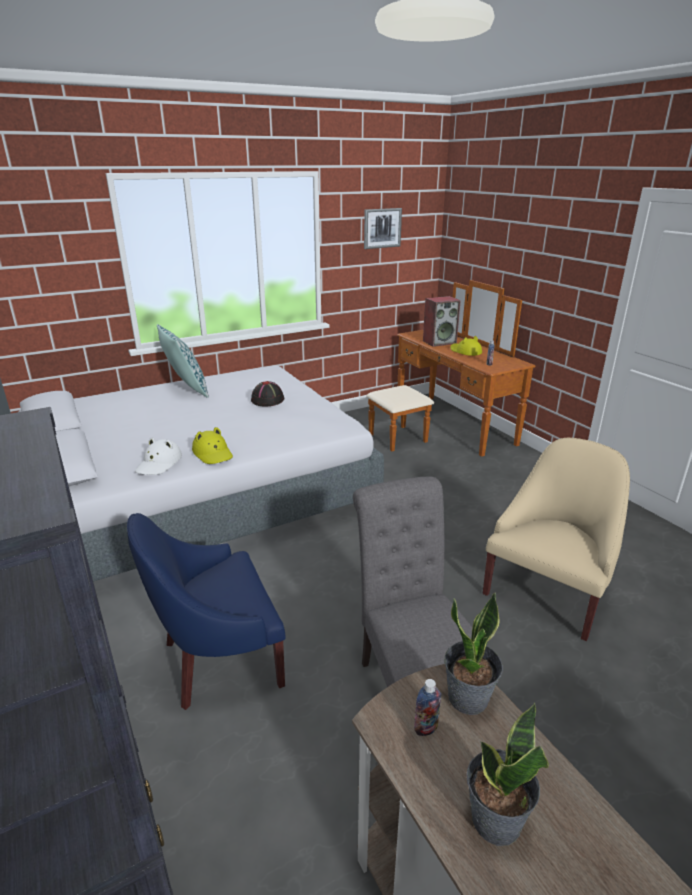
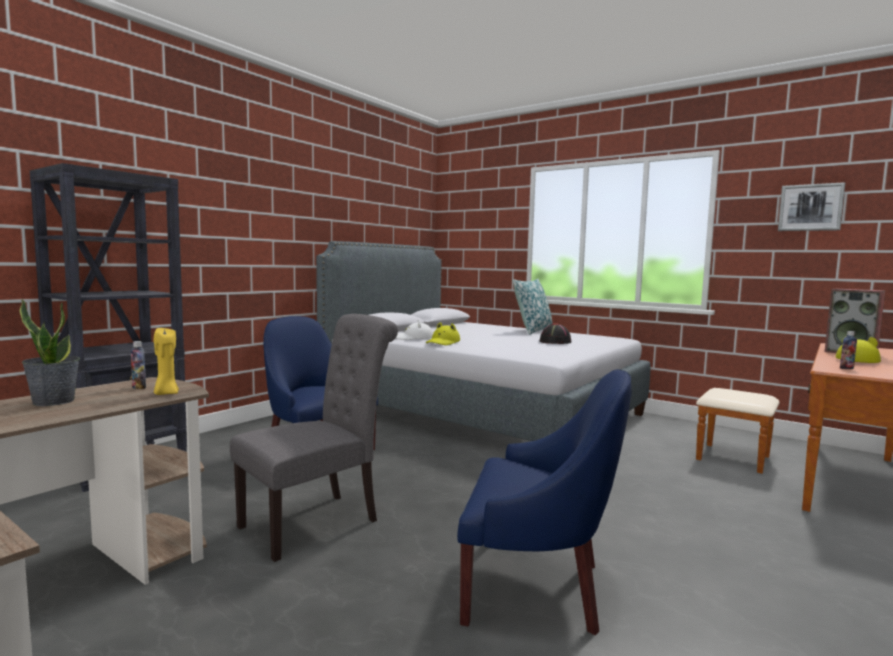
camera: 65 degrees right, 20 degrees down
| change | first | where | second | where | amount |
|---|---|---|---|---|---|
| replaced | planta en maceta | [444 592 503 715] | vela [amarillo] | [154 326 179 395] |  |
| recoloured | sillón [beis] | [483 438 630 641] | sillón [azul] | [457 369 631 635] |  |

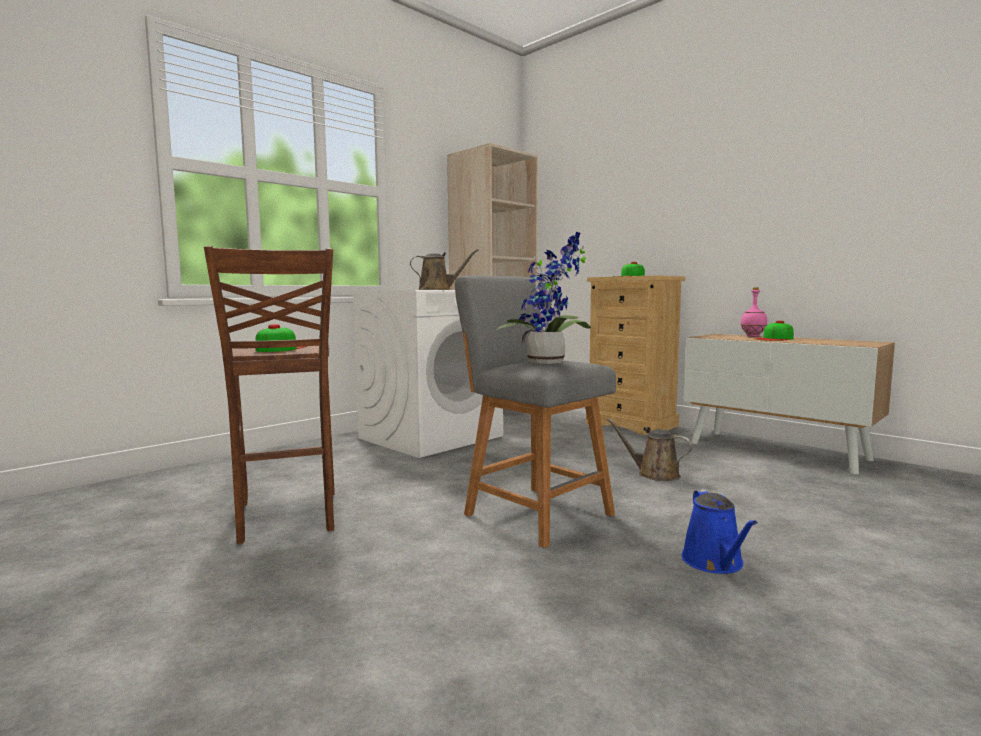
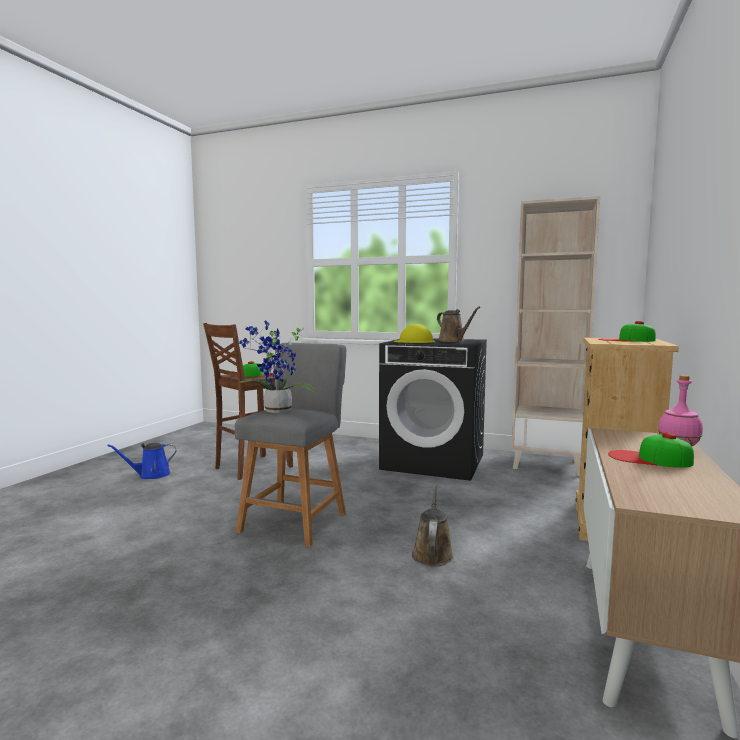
camera: 65 degrees right, 0 degrees up
| change | first | where | second | where | amount |
|---|---|---|---|---|---|
| recoloured | lavadora [blanco] | [351 290 503 458] | lavadora [negro] | [379 338 487 481] |  |
| moved | regadera [azul] | [682 489 758 574] |  | [107 443 176 479] |  |
| added |  |  | casco [amarillo] | [394 324 435 343] |  |

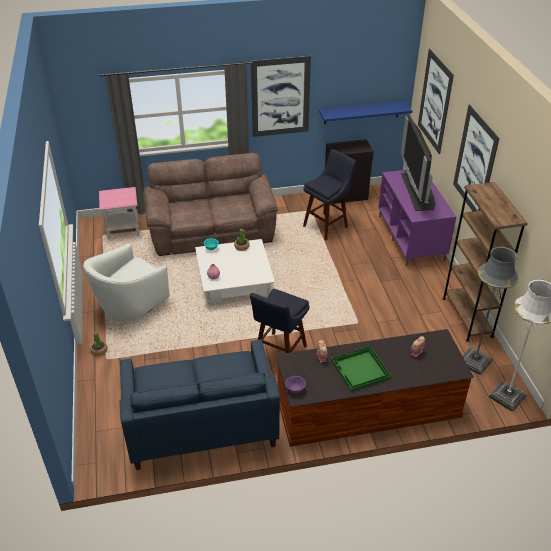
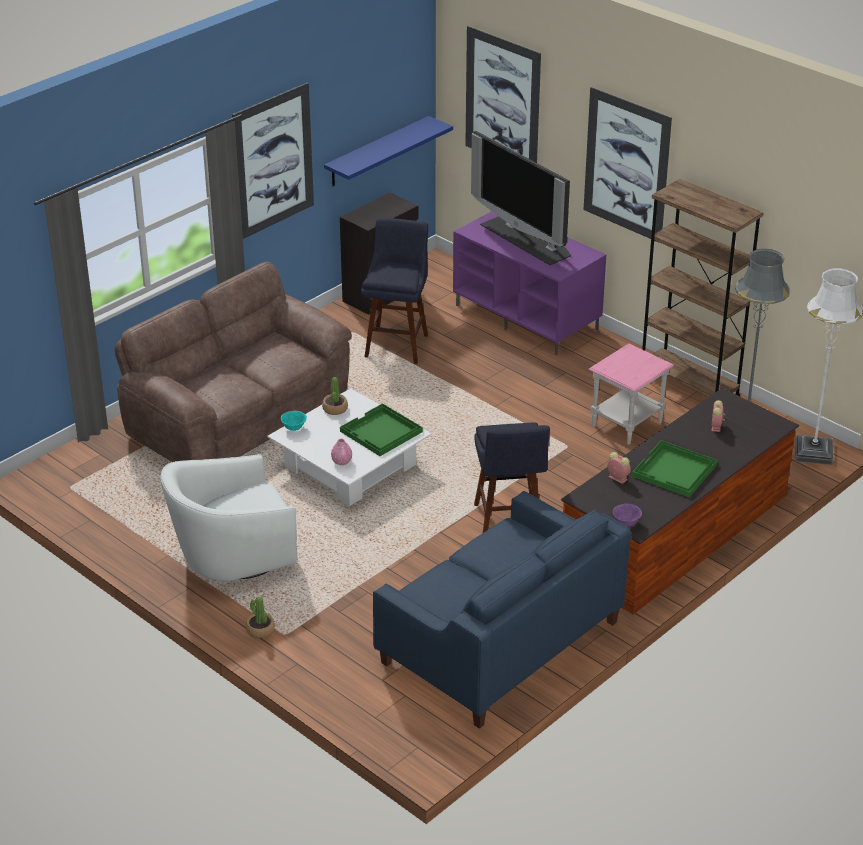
camera: 35 degrees left, 5 degrees down
| change | first | where | second | where | amount |
|---|---|---|---|---|---|
| turned | sillón [blanco] | [83 243 169 320] |  | [160 454 297 581] | 60 degrees clockwise |
| moved | mesa auxiliar [rosa] | [99 187 139 239] |  | [588 343 674 445] |  |
| added |  |  | bandeja [verde] | [340 403 423 456] |  |

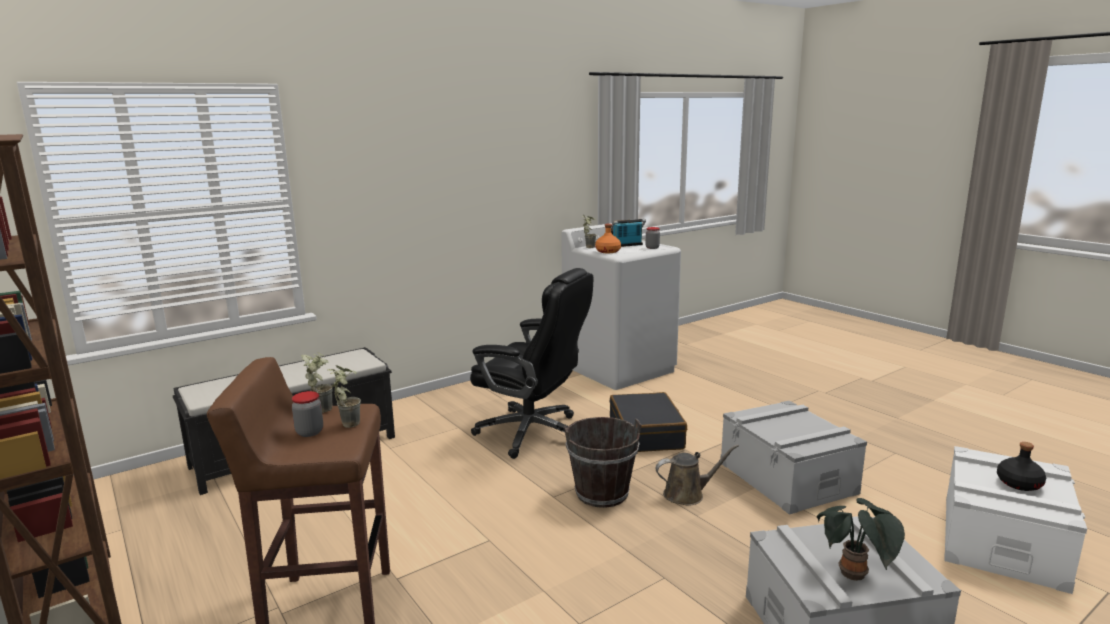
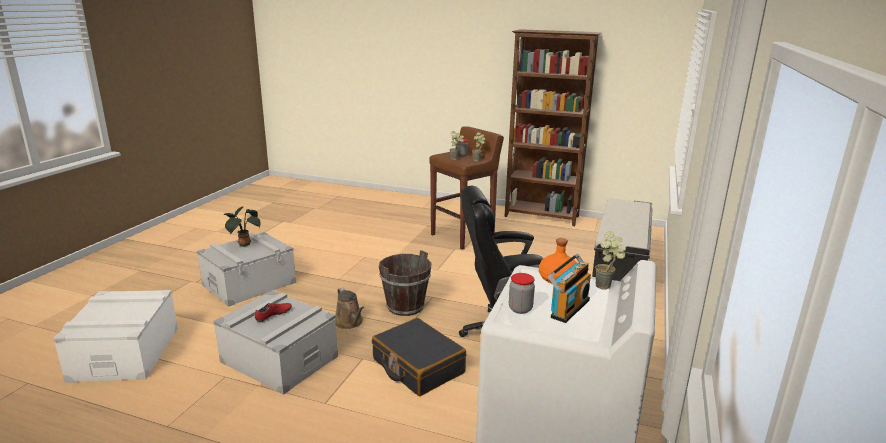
camera: 145 degrees right, 5 degrees up
| change | first | where | second | where | amount |
|---|---|---|---|---|---|
| turned | regadera [marrón] | [656 444 739 506] |  | [335 288 364 329] | 75 degrees counterclockwise |
| removed | botella [negro] | [997 442 1046 491] |  |  |  |
| added |  |  | zapato [rojo] | [255 303 292 322] |  |

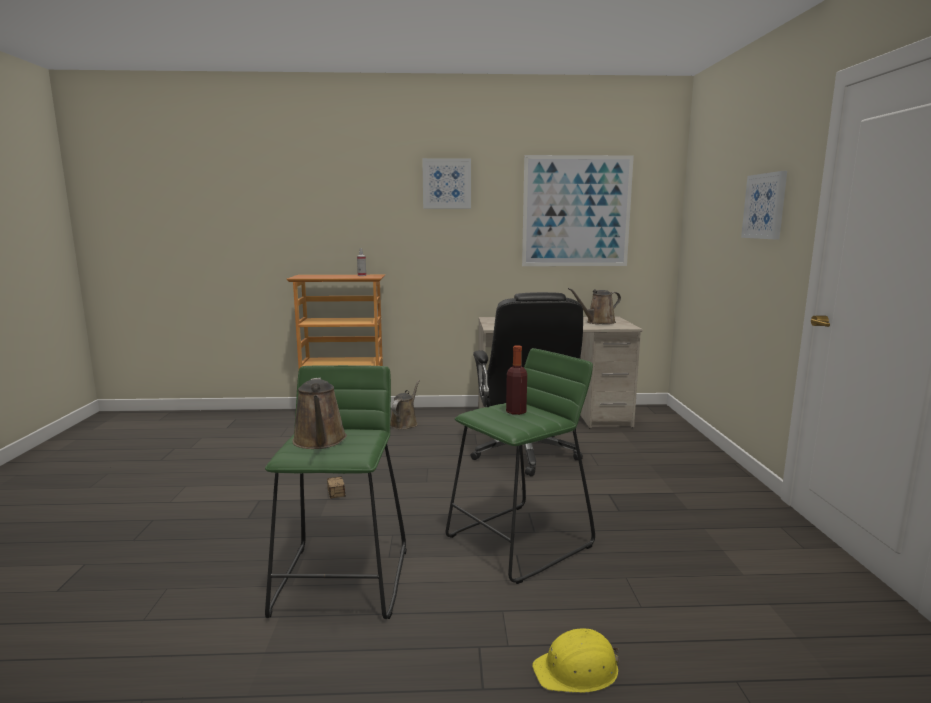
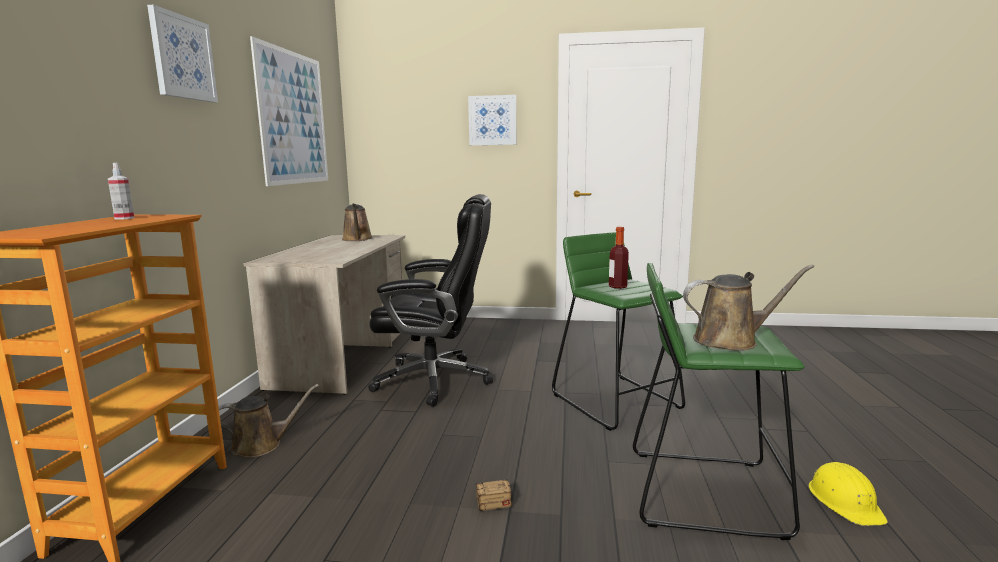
camera: 80 degrees left, 0 degrees up
| change | first | where | second | where | amount |
|---|---|---|---|---|---|
| turned | regadera [marrón] | [390 380 420 429] |  | [219 384 319 458] | 135 degrees clockwise |
| moved | casco [amarillo] | [532 629 620 693] |  | [809 462 888 526] |  |

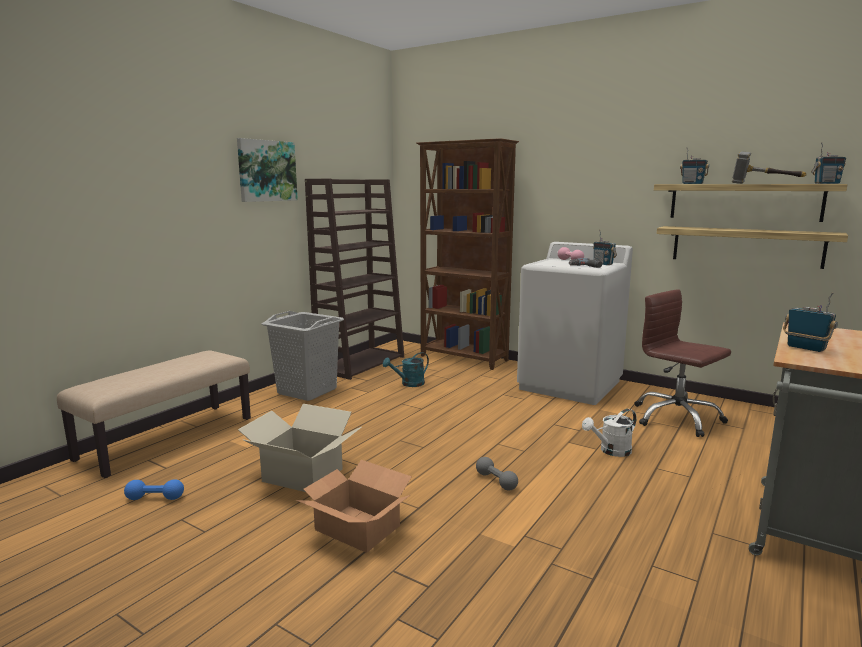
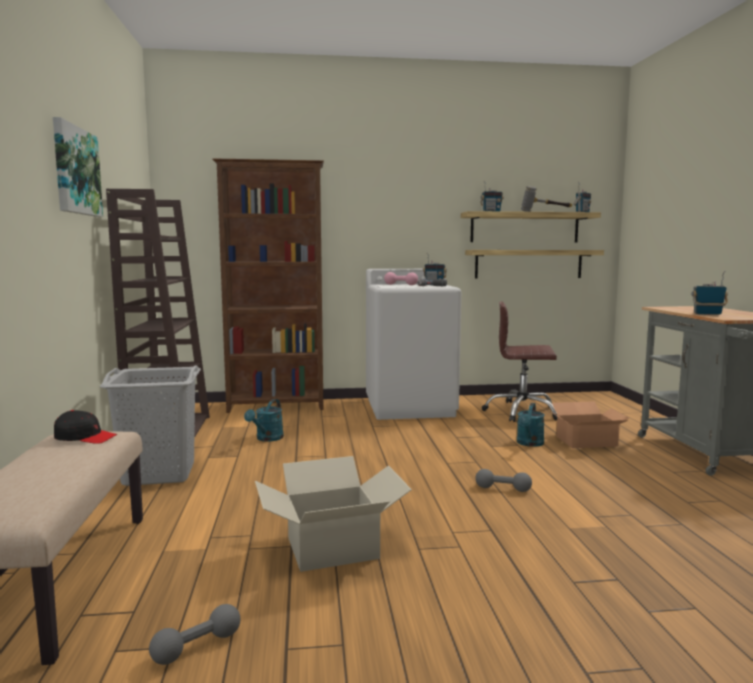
camera: 40 degrees left, 5 degrees down
| change | first | where | second | where | amount |
|---|---|---|---|---|---|
| recoloured | mancuerna [azul] | [124 479 184 500] | mancuerna [gris] | [149 604 240 665] |  |
| moved | caja de cartón | [296 460 412 553] |  | [550 401 629 448] |  |
| recoloured | regadera [blanco] | [582 409 636 457] | regadera [turquesa] | [517 403 545 447] |  |
| added |  |  | gorra [negro] | [54 410 118 444] |  |

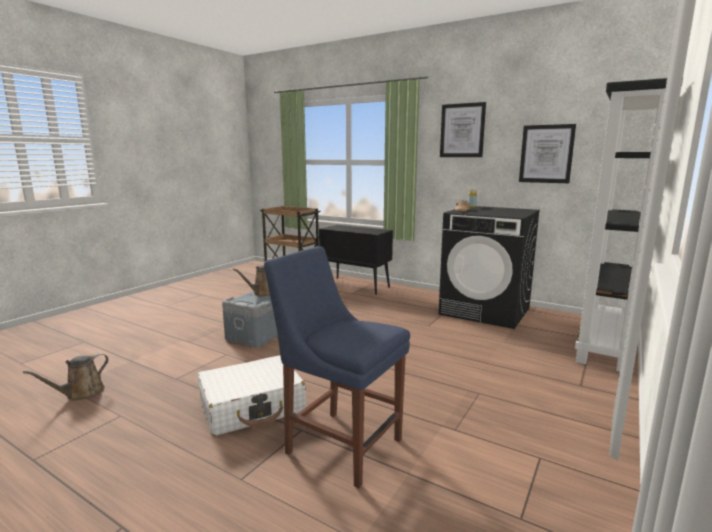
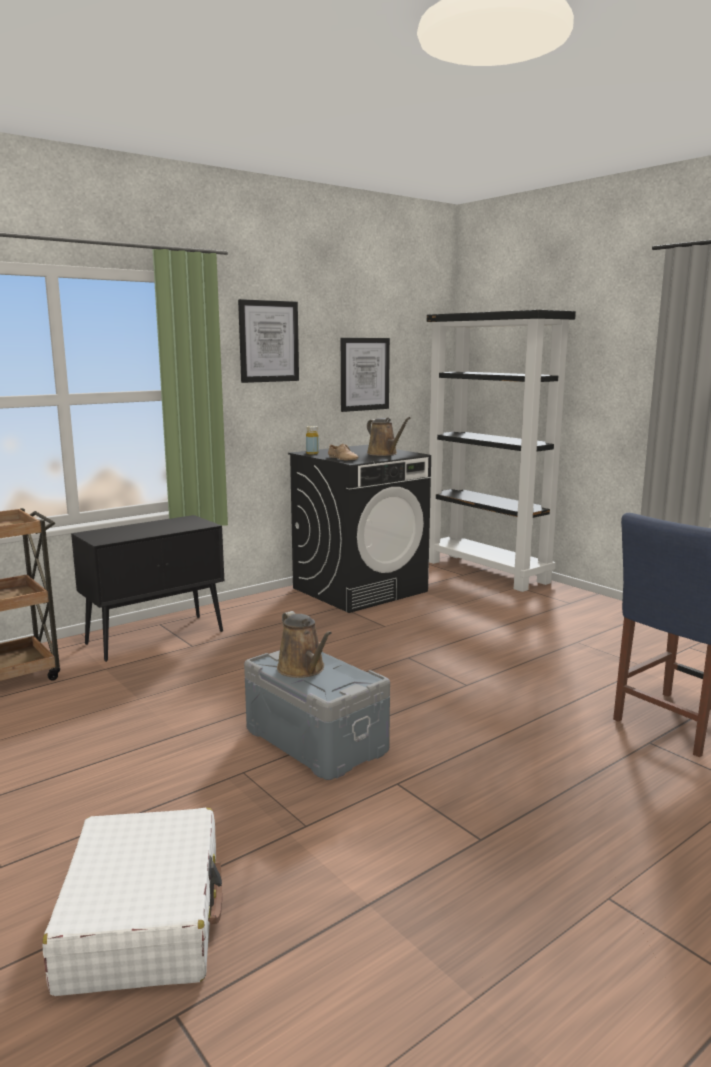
camera: 70 degrees left, 0 degrees up
| change | first | where | second | where | amount |
|---|---|---|---|---|---|
| moved | regadera [marrón] | [23 353 109 401] |  | [367 417 410 456] |  |
| moved | maleta [blanco] | [198 355 306 436] |  | [42 808 222 996] |  |

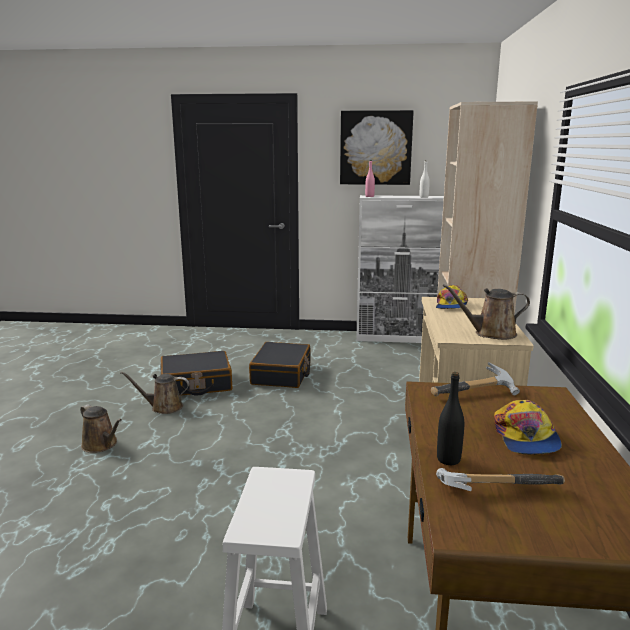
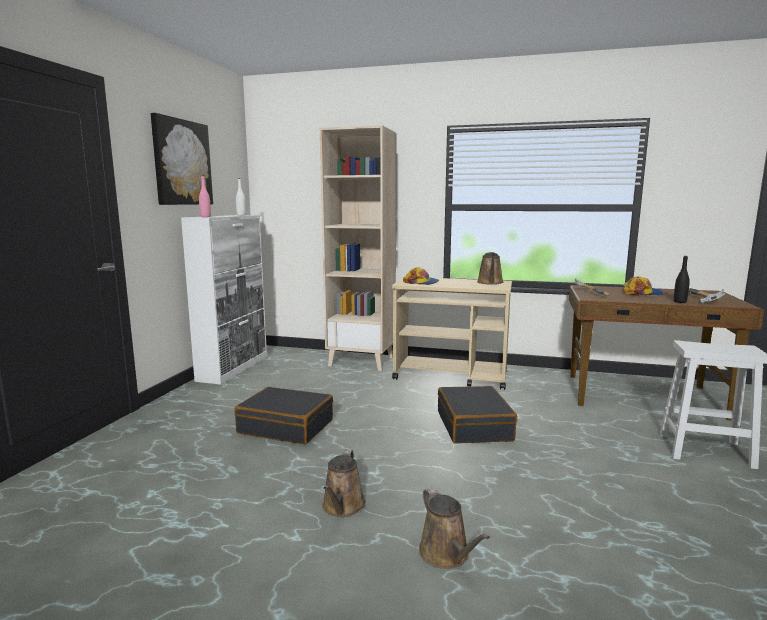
camera: 80 degrees left, 5 degrees down
| change | first | where | second | where | amount |
|---|---|---|---|---|---|
| turned | regadera [marrón] | [80 404 122 453] |  | [419 487 490 569] | 105 degrees clockwise |
| moved | maleta [negro] | [161 351 232 395] |  | [438 386 517 444] |  |

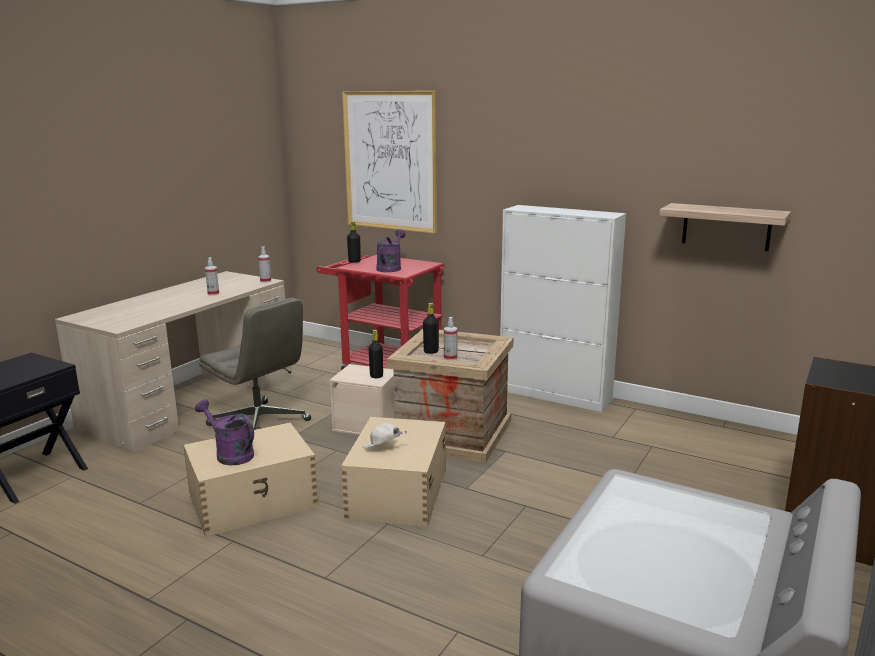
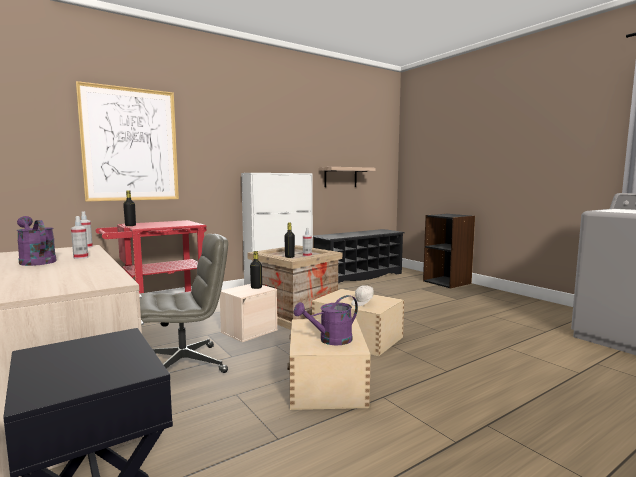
camera: 65 degrees left, 10 degrees down
| change | first | where | second | where | amount |
|---|---|---|---|---|---|
| moved | regadera [morado] | [376 229 406 272] |  | [16 216 57 266] |  |
| added |  |  | zapatero [negro] | [313 229 405 283] |  |

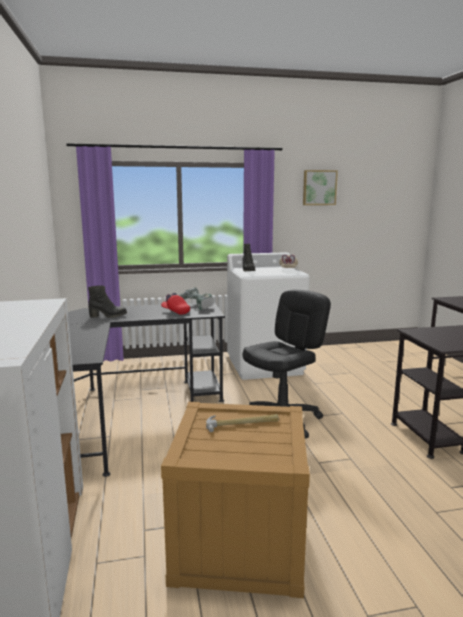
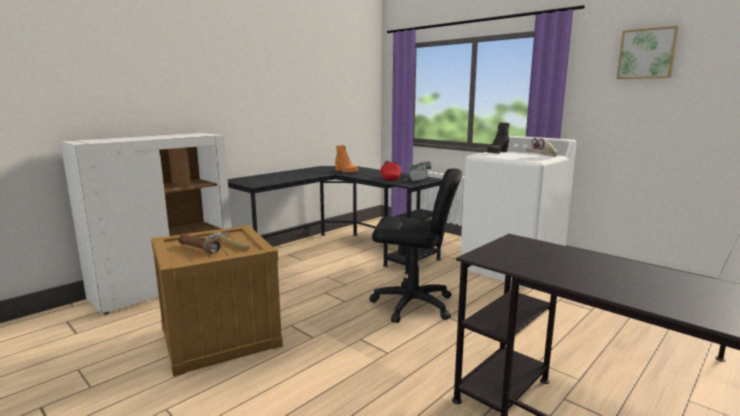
camera: 55 degrees right, 0 degrees up
| change | first | where | second | where | amount |
|---|---|---|---|---|---|
| recoloured | bota [negro] | [88 285 127 318] | bota [naranja] | [335 145 358 173] |  |
| added |  |  | linterna [marrón] | [178 233 221 254] |  |

